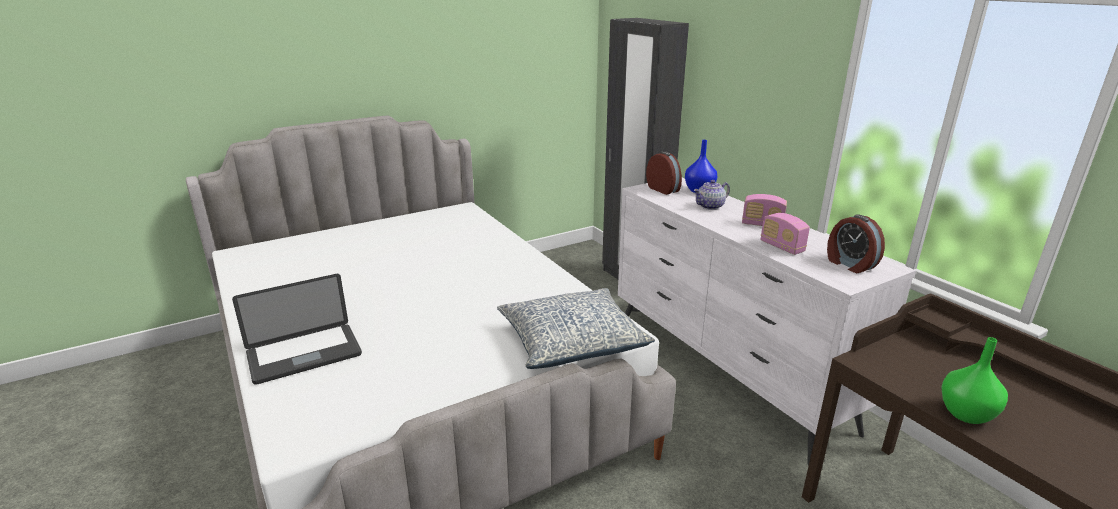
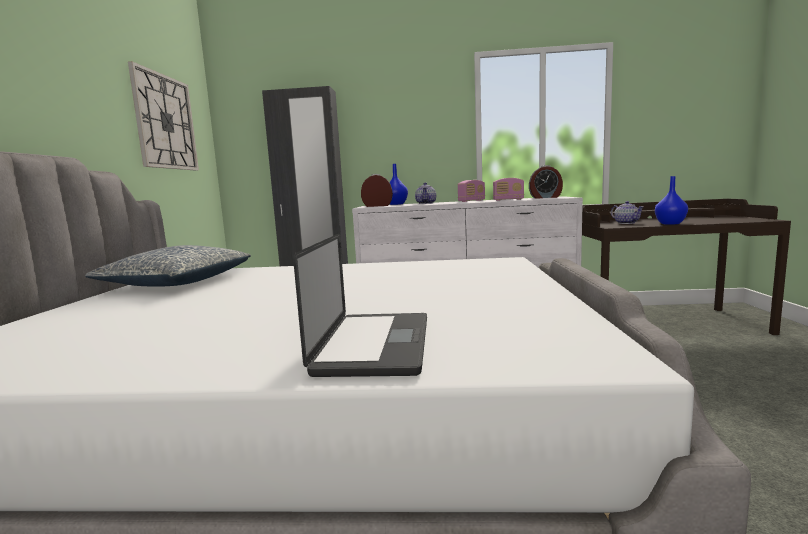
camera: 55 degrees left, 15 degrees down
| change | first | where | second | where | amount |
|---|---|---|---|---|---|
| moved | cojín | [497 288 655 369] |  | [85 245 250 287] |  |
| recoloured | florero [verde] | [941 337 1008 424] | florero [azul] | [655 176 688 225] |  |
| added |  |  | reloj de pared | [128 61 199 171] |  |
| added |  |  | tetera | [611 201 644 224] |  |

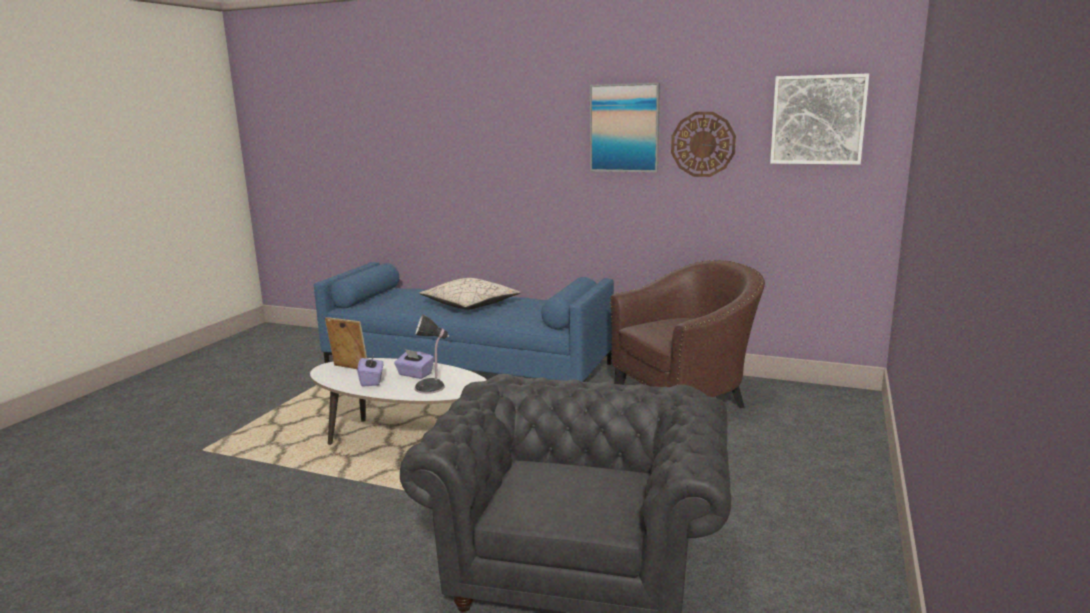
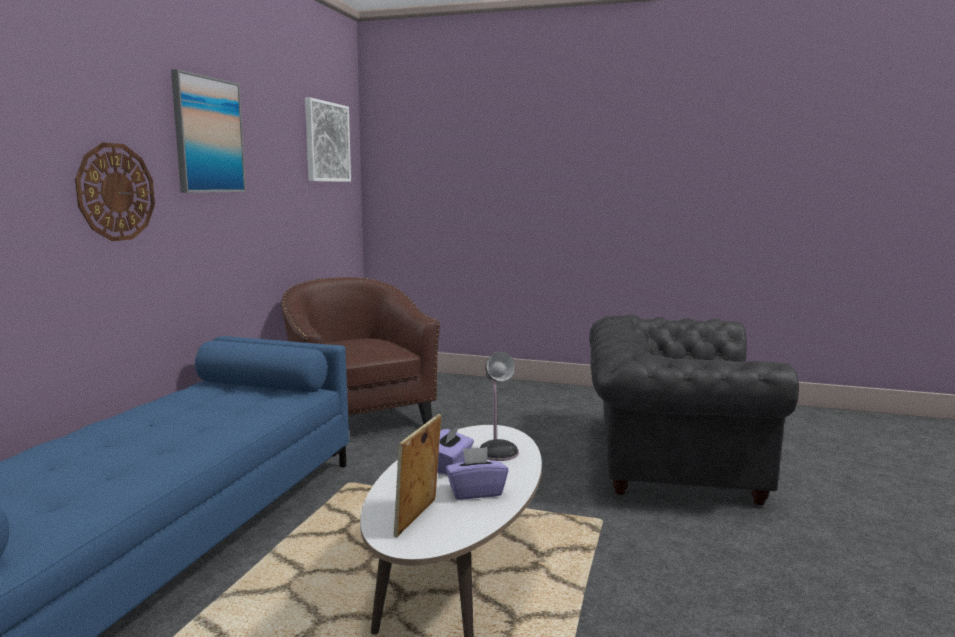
camera: 95 degrees left, 5 degrees down
| change | first | where | second | where | amount |
|---|---|---|---|---|---|
| removed | cojín [beis] | [419 278 521 310] |  |  |  |
| moved | reloj de pared | [671 112 736 177] |  | [75 143 155 241] |  |

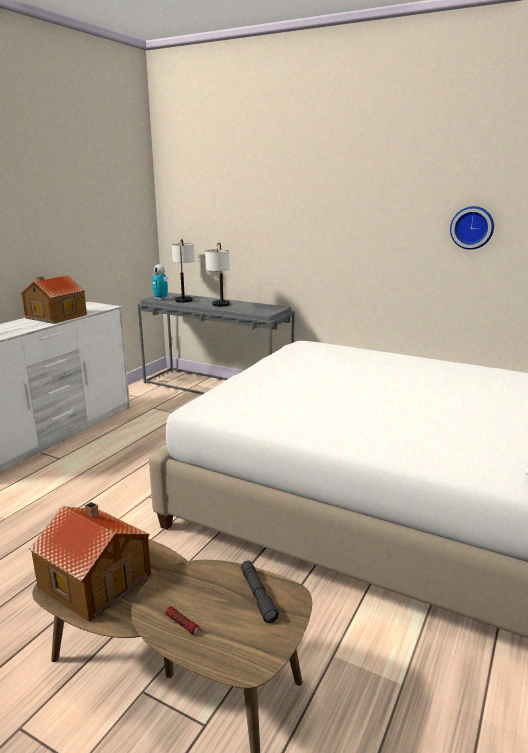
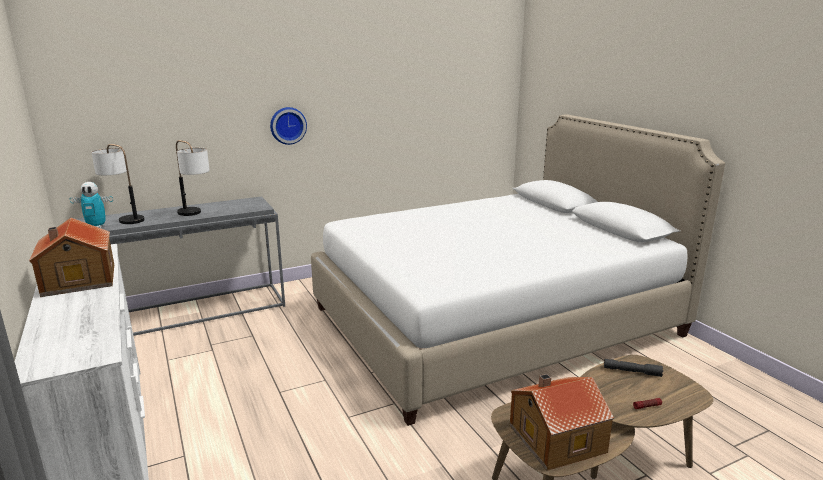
camera: 55 degrees left, 0 degrees up
| change | first | where | second | where | amount |
|---|---|---|---|---|---|
| moved | reloj de pared | [450 206 494 250] |  | [270 107 307 145] |  |

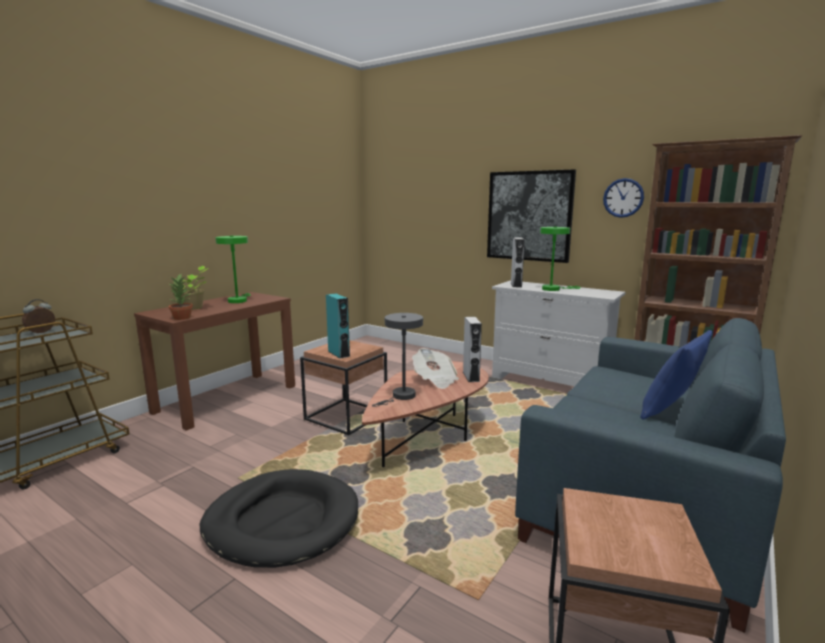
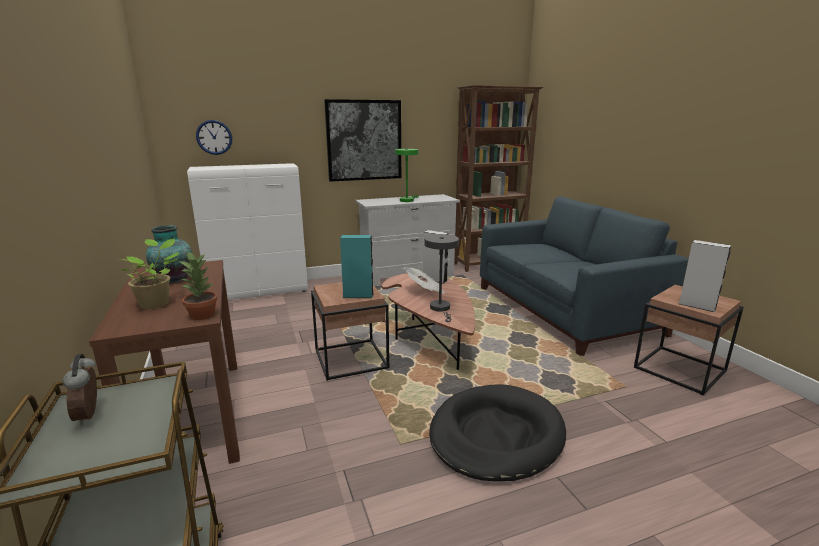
camera: 55 degrees left, 5 degrees up
| change | first | where | second | where | amount |
|---|---|---|---|---|---|
| replaced | lámpara de mesa [verde] | [215 236 251 303] | florero | [146 225 192 284] |  |
| moved | altavoz [gris] | [511 237 525 288] |  | [679 240 731 312] |  |
| moved | reloj de pared | [603 178 644 218] |  | [196 120 232 155] |  |
| removed | cojín [azul] | [640 330 713 420] |  |  |  |
| added |  |  | armario [blanco] | [187 163 308 300] |  |

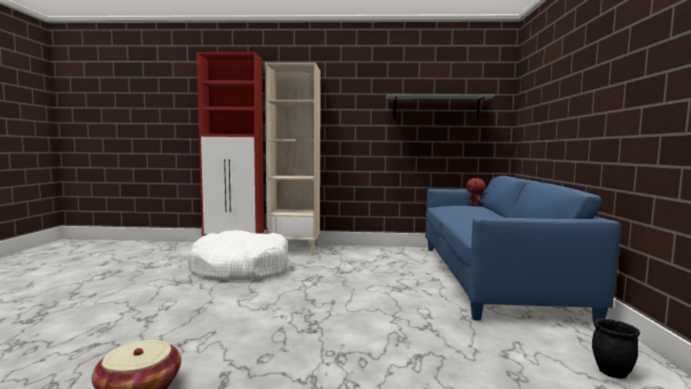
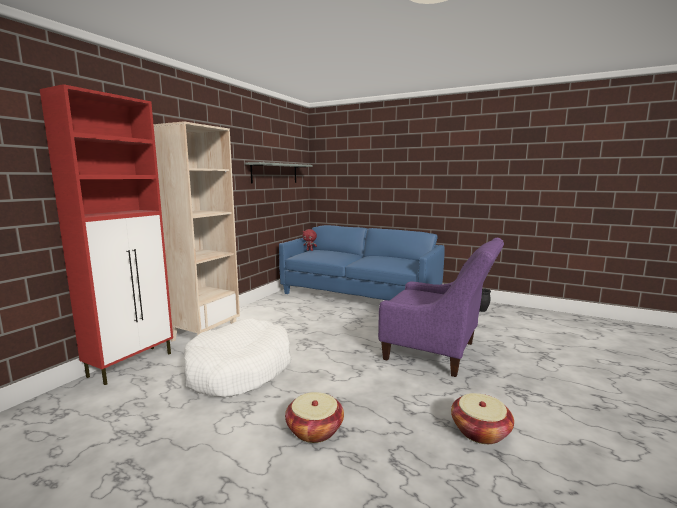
camera: 65 degrees left, 5 degrees up
| change | first | where | second | where | amount |
|---|---|---|---|---|---|
| added |  |  | cesta | [285 392 344 443] |  |
| added |  |  | sillón [morado] | [378 238 504 377] |  |

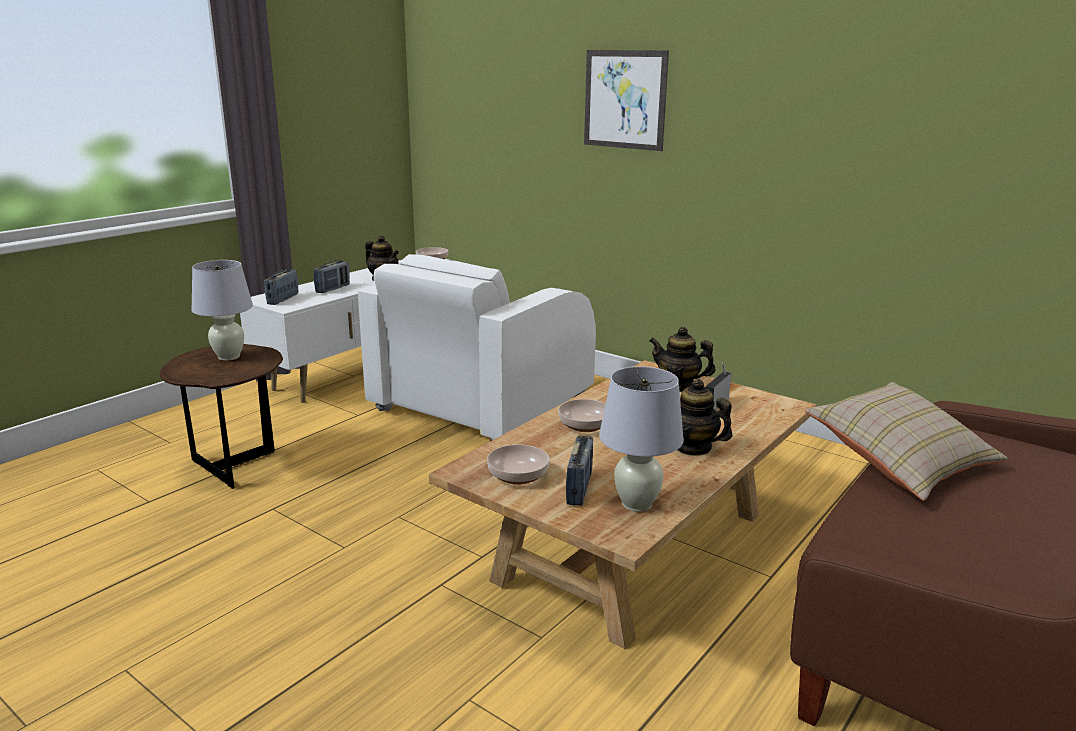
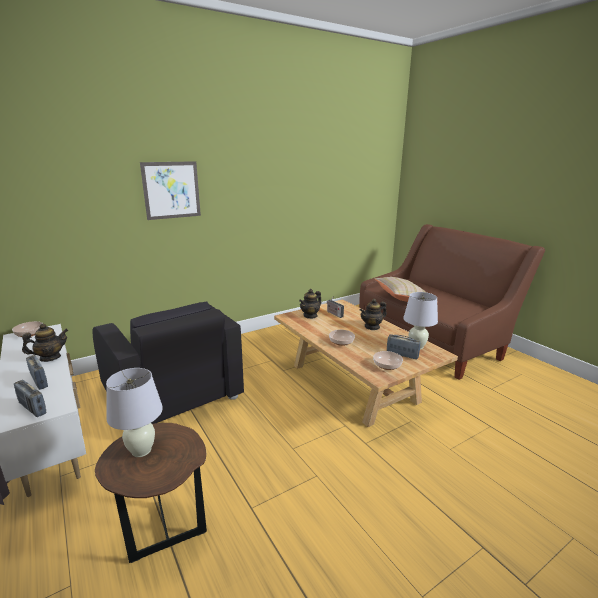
camera: 70 degrees left, 0 degrees up
| change | first | where | second | where | amount |
|---|---|---|---|---|---|
| recoloured | sillón [blanco] | [358 254 596 441] | sillón [negro] | [92 301 244 424] |  |

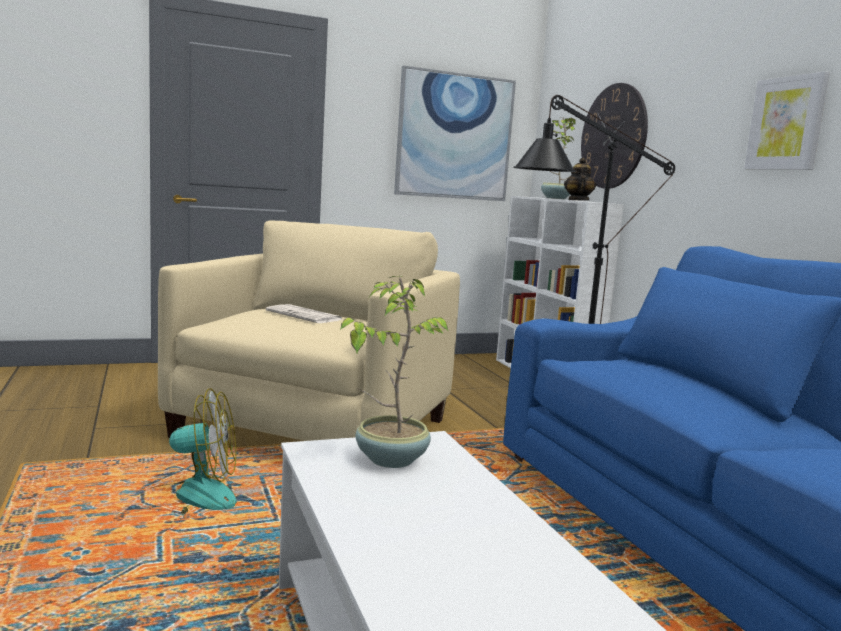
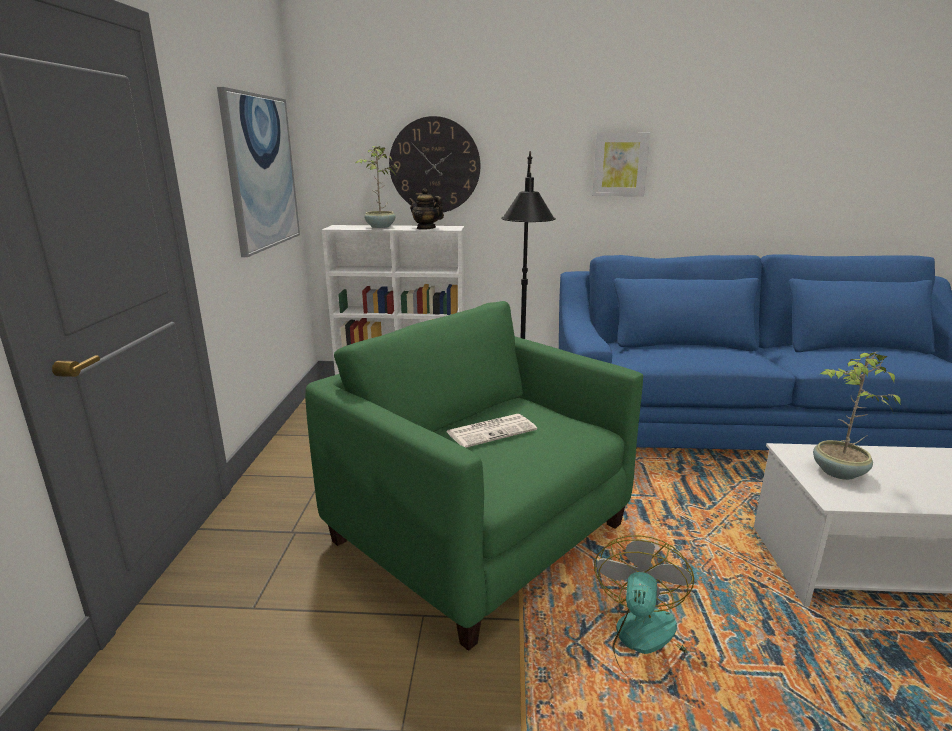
camera: 65 degrees left, 10 degrees up
| change | first | where | second | where | amount |
|---|---|---|---|---|---|
| recoloured | sillón [beis] | [158 221 460 441] | sillón [verde] | [305 301 643 651] |  |

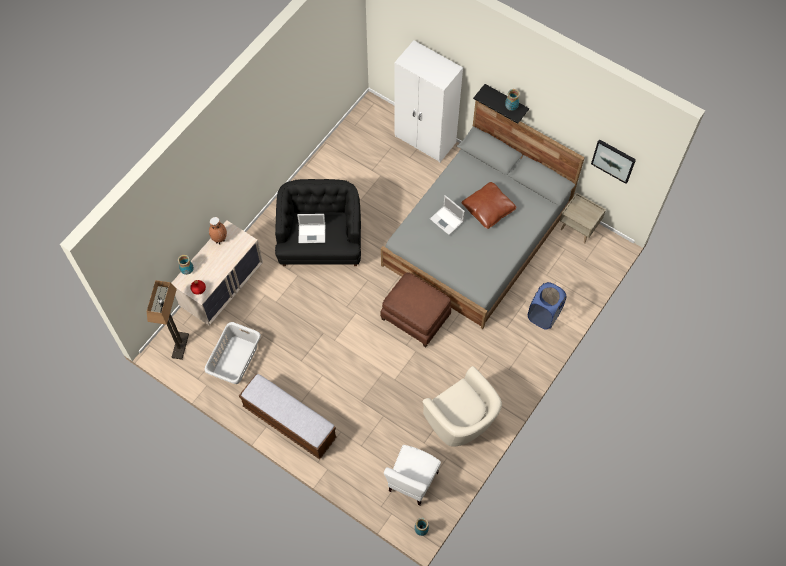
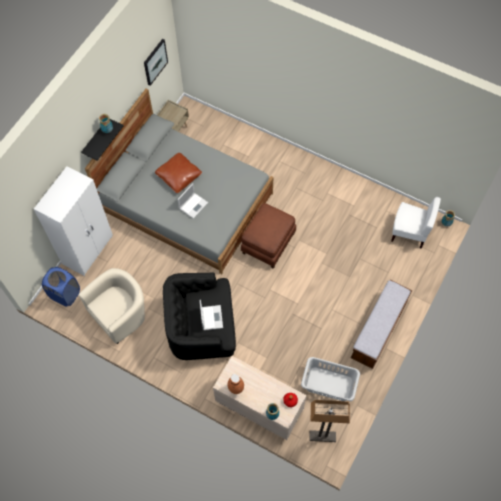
camera: 95 degrees left, 0 degrees up
| change | first | where | second | where | amount |
|---|---|---|---|---|---|
| moved | sillón [beis] | [423 366 502 447] |  | [78 268 145 344] |  |
| moved | cesto de la ropa [azul] | [528 282 567 330] |  | [42 267 80 307] |  |

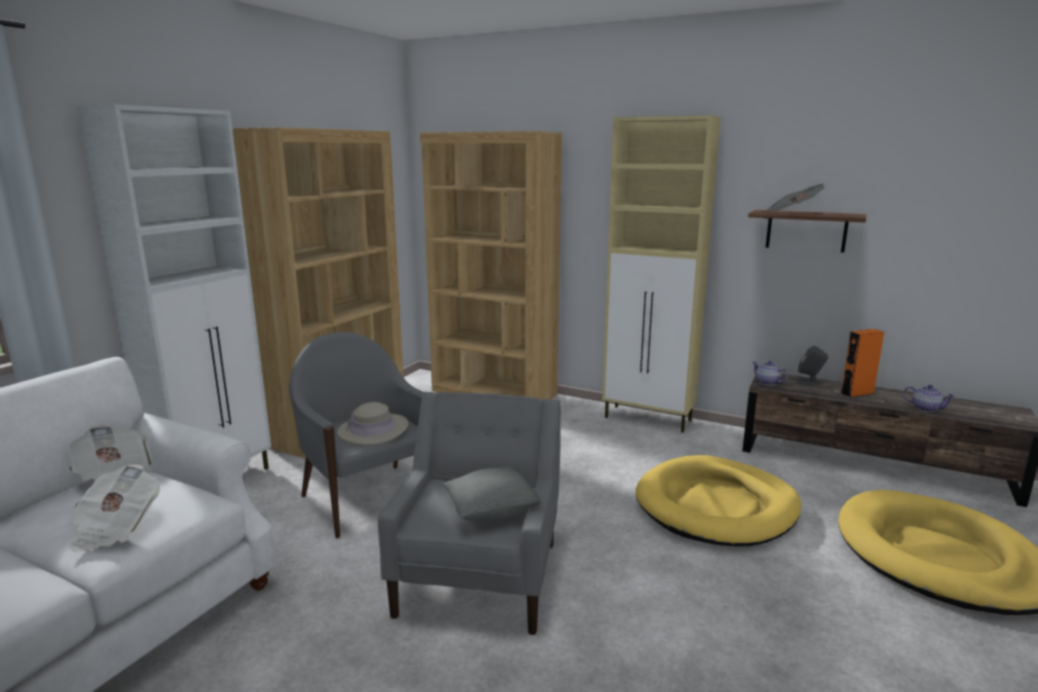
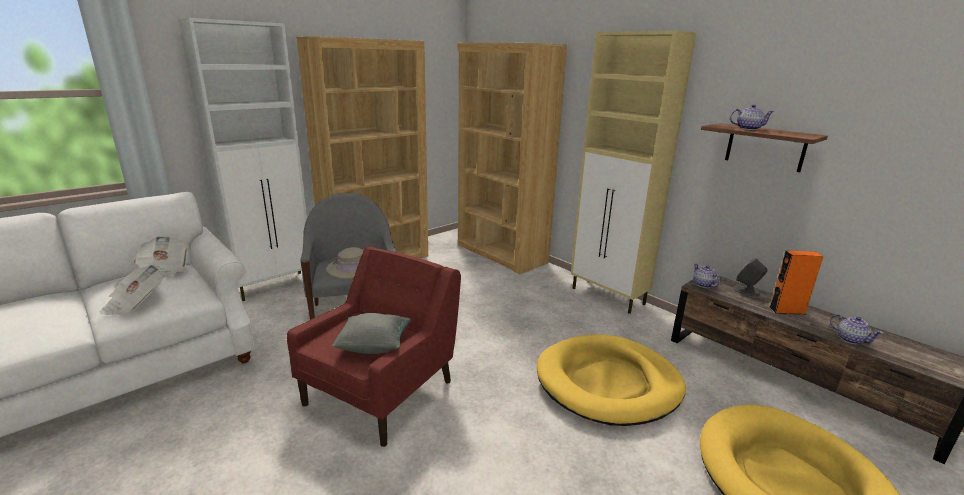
camera: 20 degrees right, 5 degrees up
| change | first | where | second | where | amount |
|---|---|---|---|---|---|
| recoloured | sillón [gris] | [378 392 561 635] | sillón [rojo] | [287 246 461 447] |  |
| replaced | periódico | [767 184 825 211] | tetera | [730 104 774 130] |  |

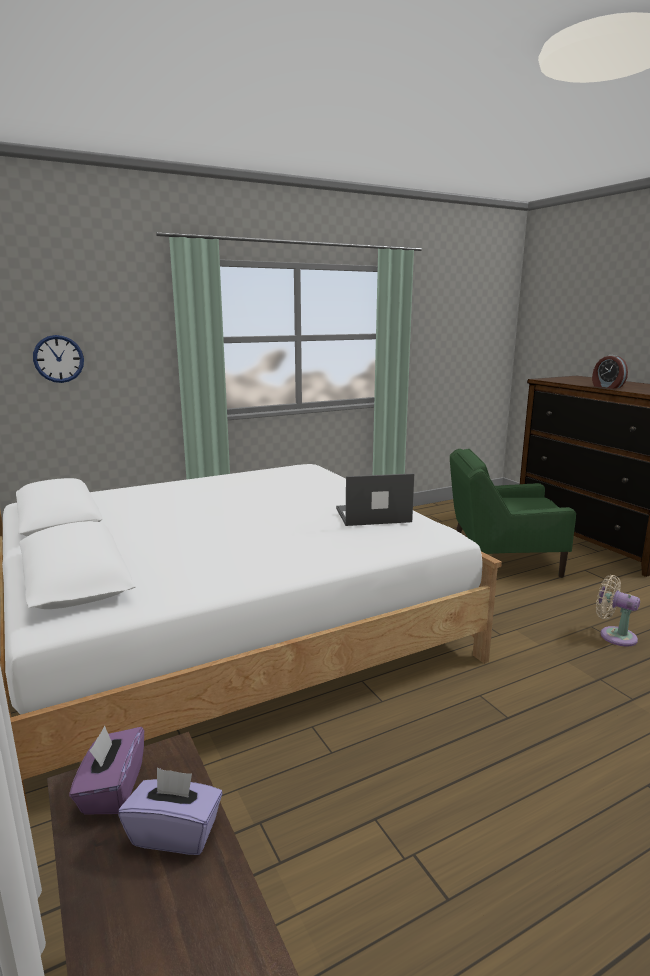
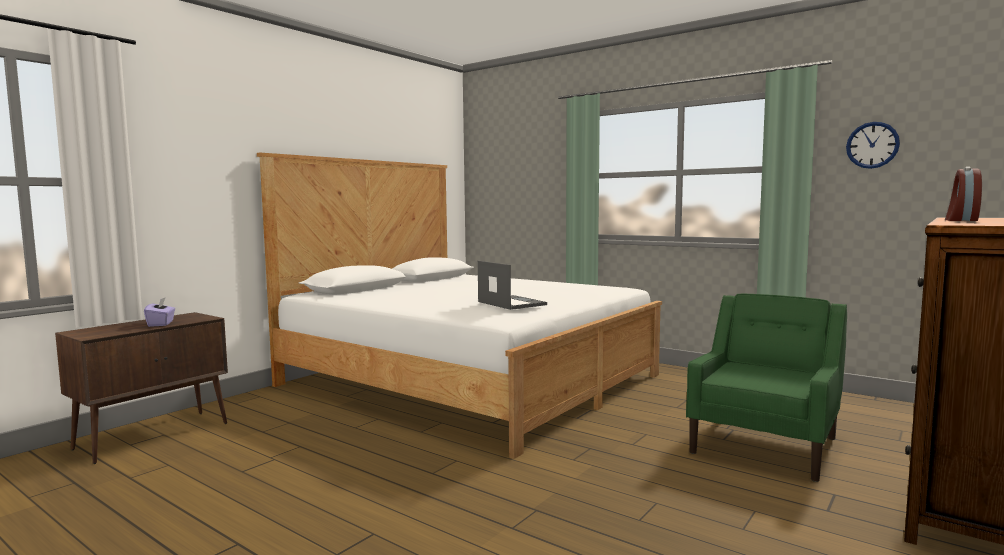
camera: 65 degrees right, 10 degrees down
| change | first | where | second | where | amount |
|---|---|---|---|---|---|
| moved | reloj de pared | [33 335 84 383] |  | [846 122 900 169] |  |
| removed | caja de pañuelos [morado] | [69 725 144 815] |  |  |  |
| turned | sillón [verde] | [450 449 576 578] |  | [686 294 847 482] | 60 degrees clockwise |
| removed | ventilador [beis] | [596 575 640 647] |  |  |  |

